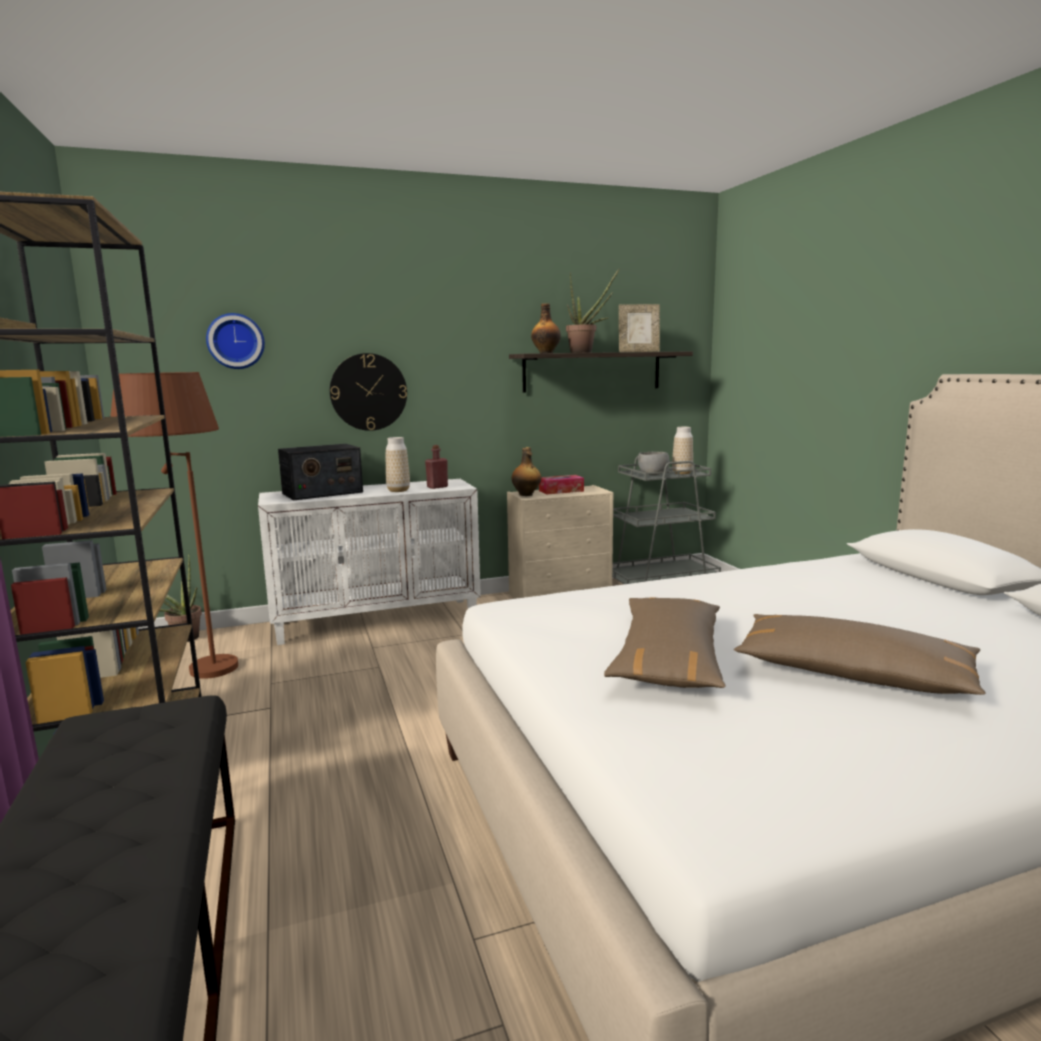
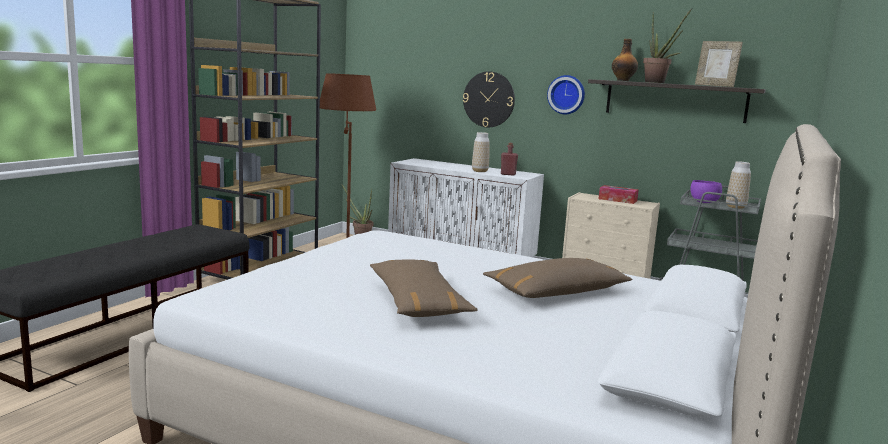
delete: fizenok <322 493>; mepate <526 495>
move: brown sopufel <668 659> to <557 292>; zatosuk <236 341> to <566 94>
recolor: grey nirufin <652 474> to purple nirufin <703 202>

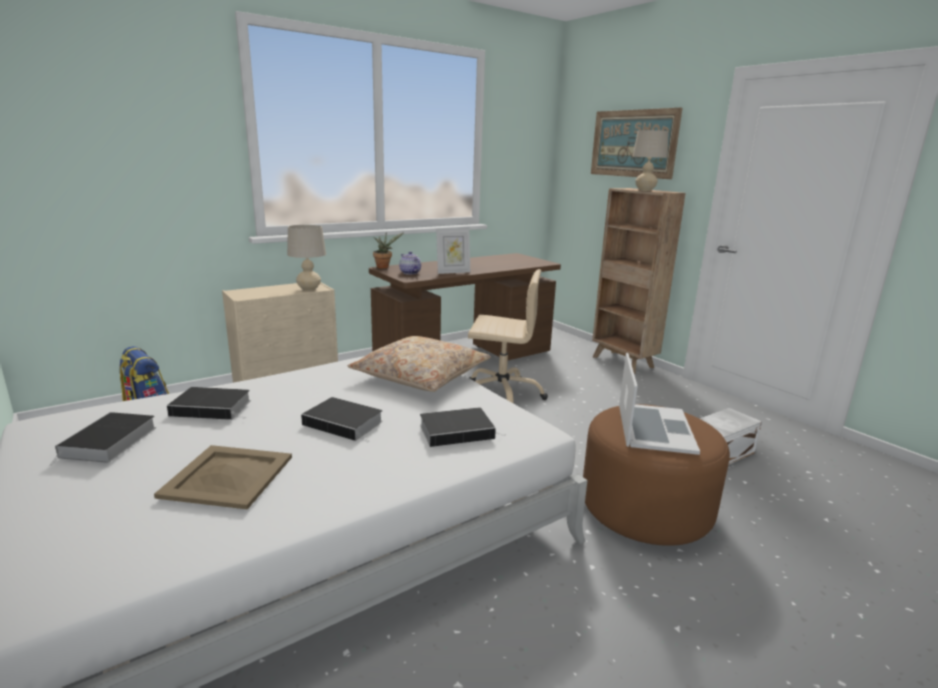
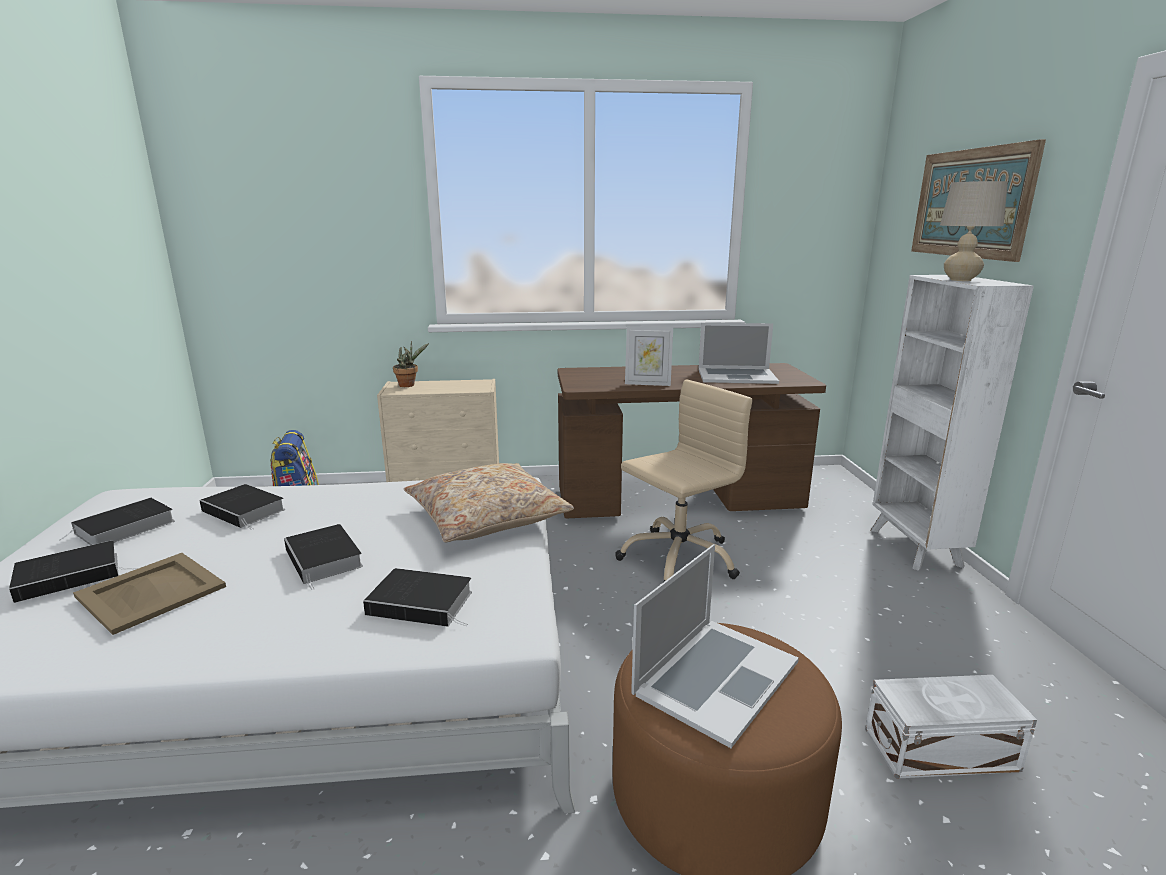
delete: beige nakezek <309 289>; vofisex <409 273>
insert: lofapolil <72 575>; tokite <736 376>
move: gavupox <384 267> to <409 385>
recolor: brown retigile <623 362> to white retigile <915 548>
rotate: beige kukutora <501 394> = <678 558> 75 degrees counterclockwise

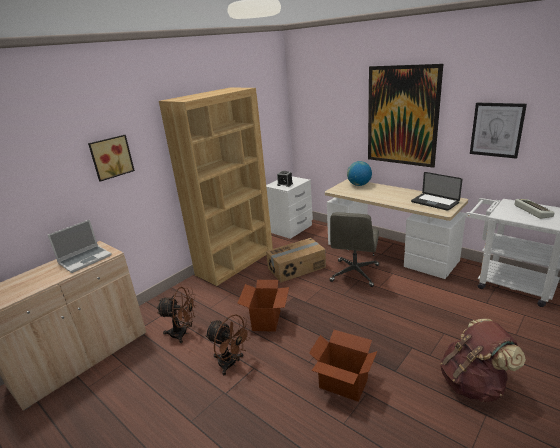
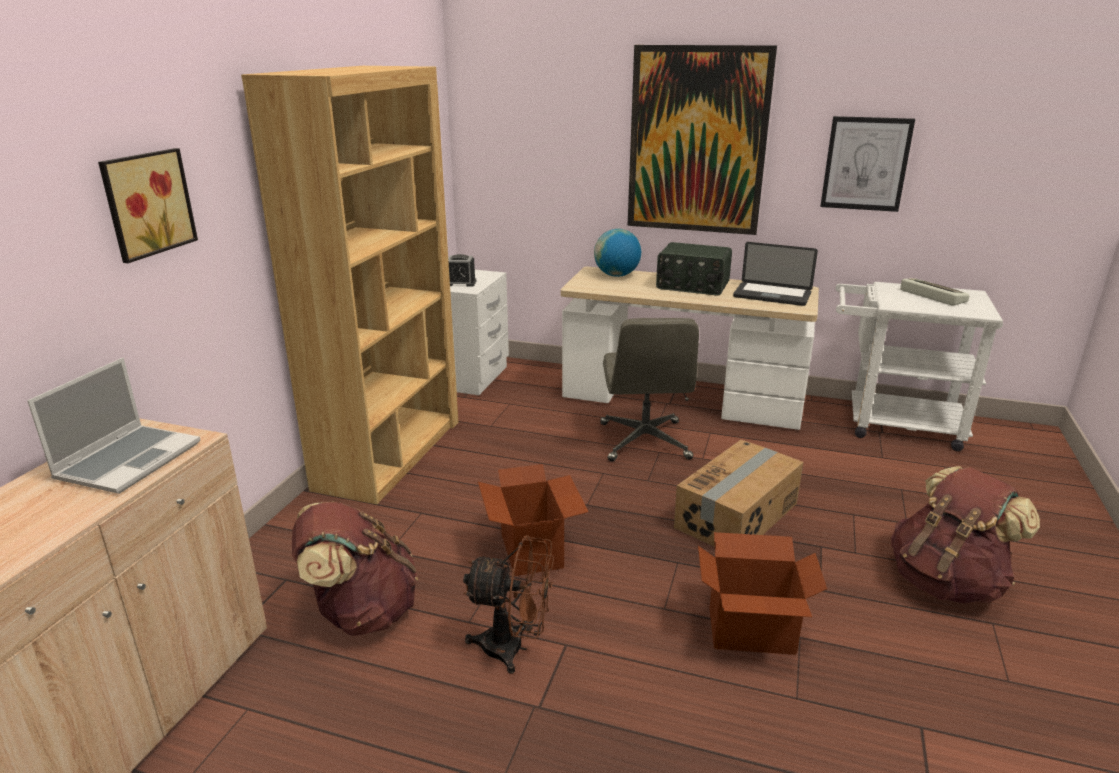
insert: fizenok <692 286>
move: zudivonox <297 268> to <737 515>
replace: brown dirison <183 333> to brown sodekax <361 612>

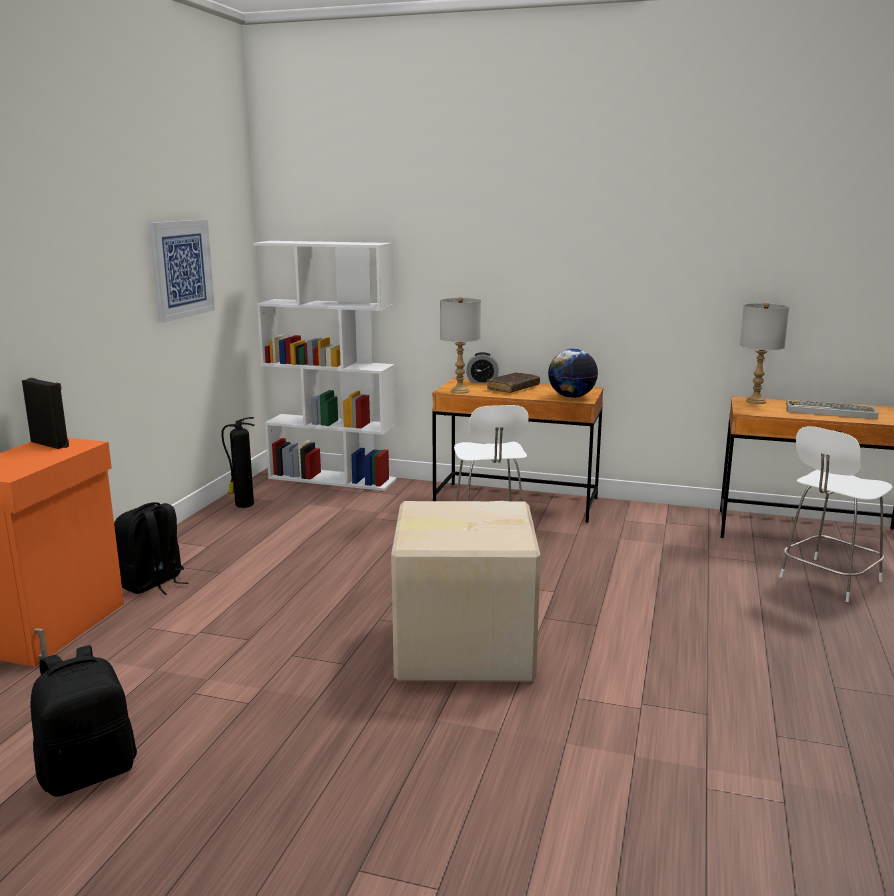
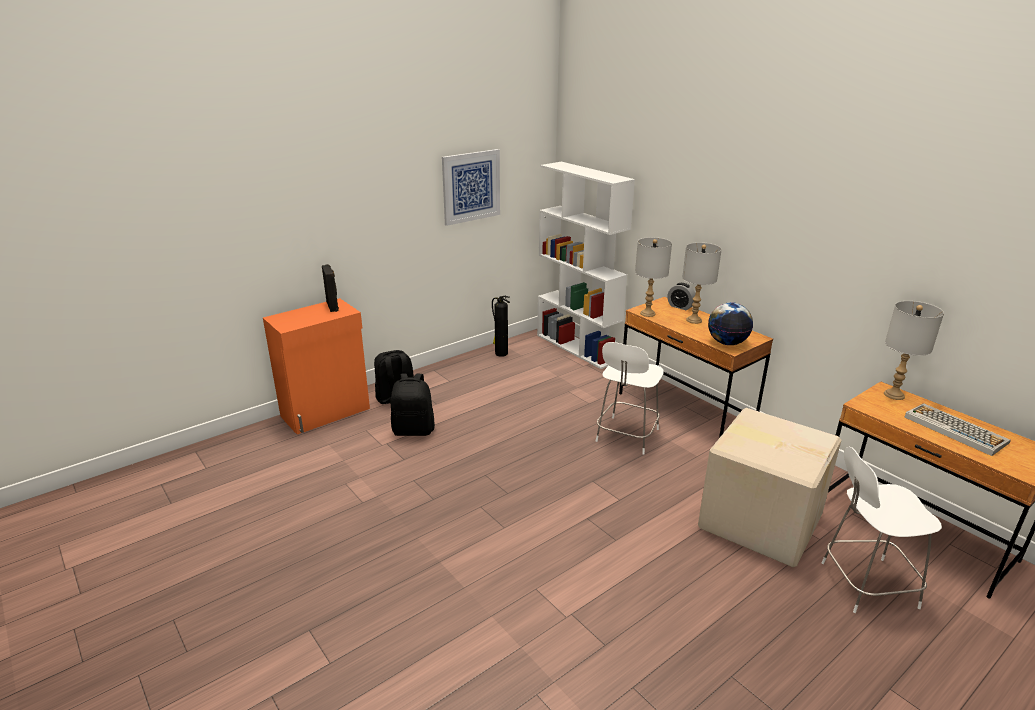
move: black sodekax <89 772> to <414 430>; zudivonox <462 646> to <759 520>
replace: brown lofapolil <513 388> to grey nakezek <694 320>

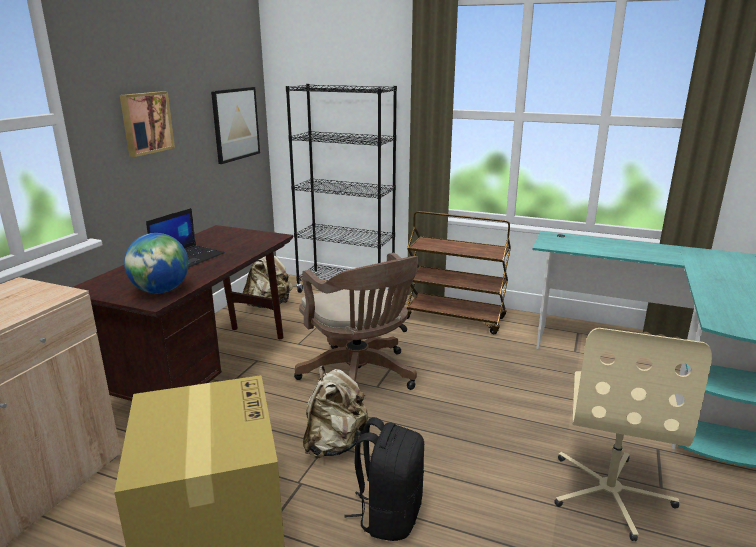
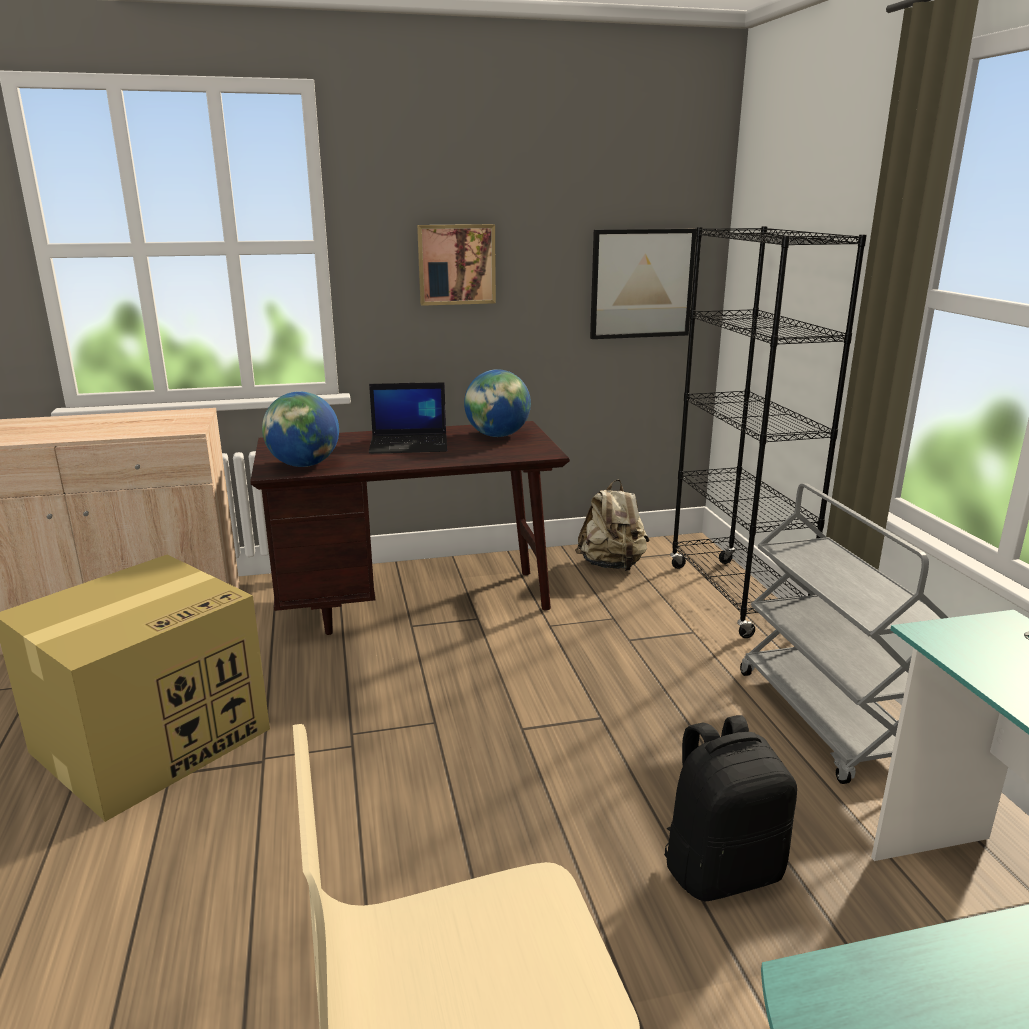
delete: brown kukutora <360 377>; beige sodekax <334 444>
insert: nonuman <497 436>
move: black sodekax <389 515> to <722 869>
recolor: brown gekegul <455 318> to grey gekegul <825 719>

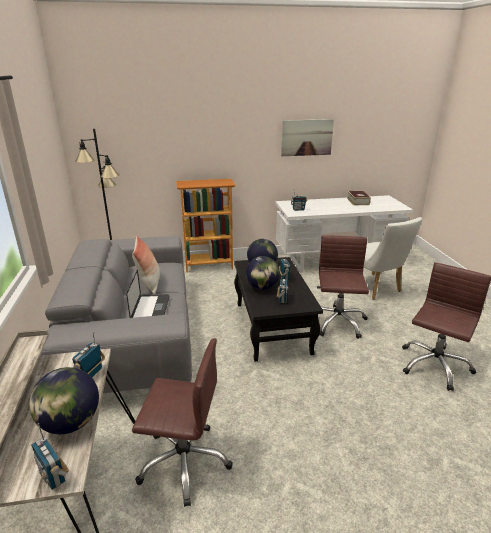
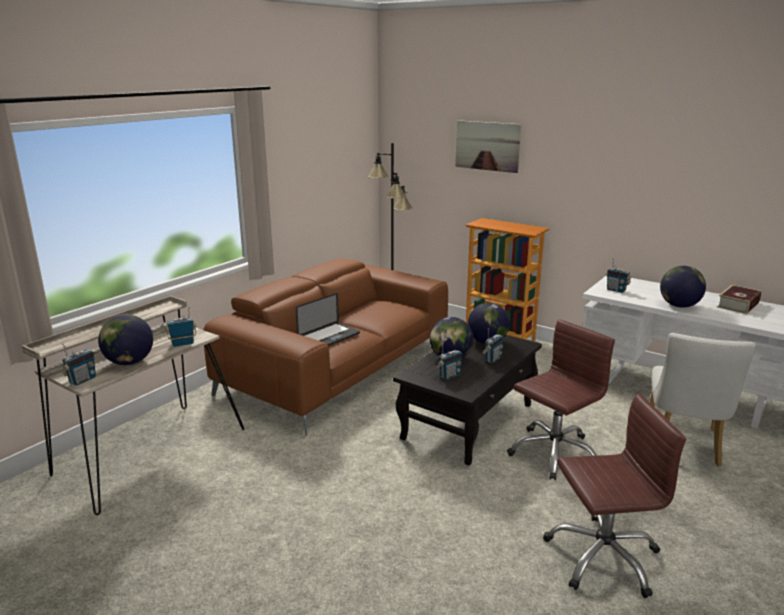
delete: sopufel <149 284>; brown kukutora <184 461>
insert: nonuman <679 306>
move: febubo <307 137> to <487 146>
recolor: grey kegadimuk <134 333> to brown kegadimuk <338 367>
rotate: fizenok <53 476> = <82 380> 150 degrees counterclockwise

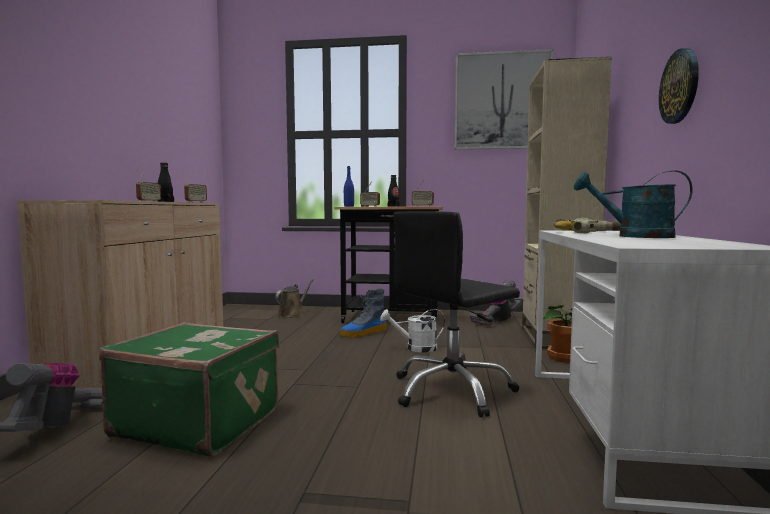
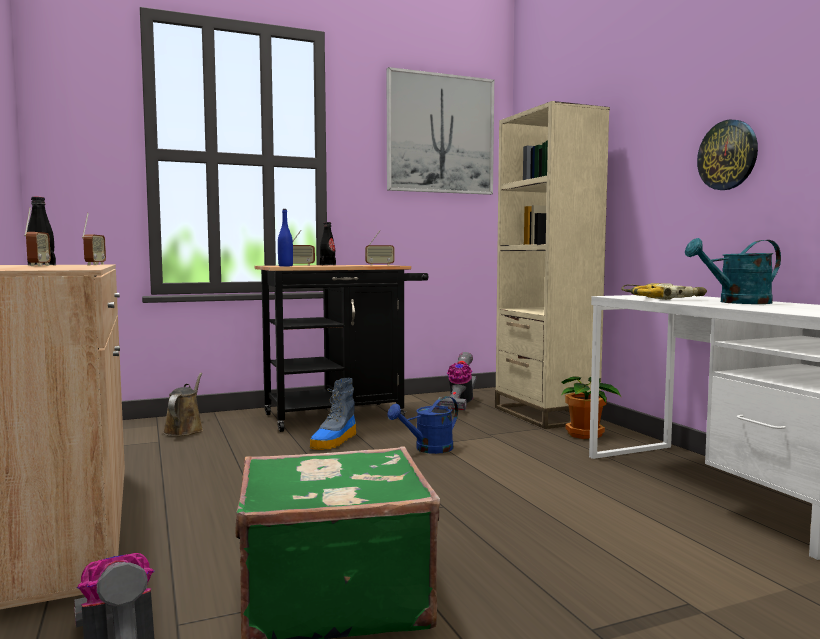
delete: black kukutora <452 391>
recolor: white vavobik <416 348> to blue vavobik <428 449>

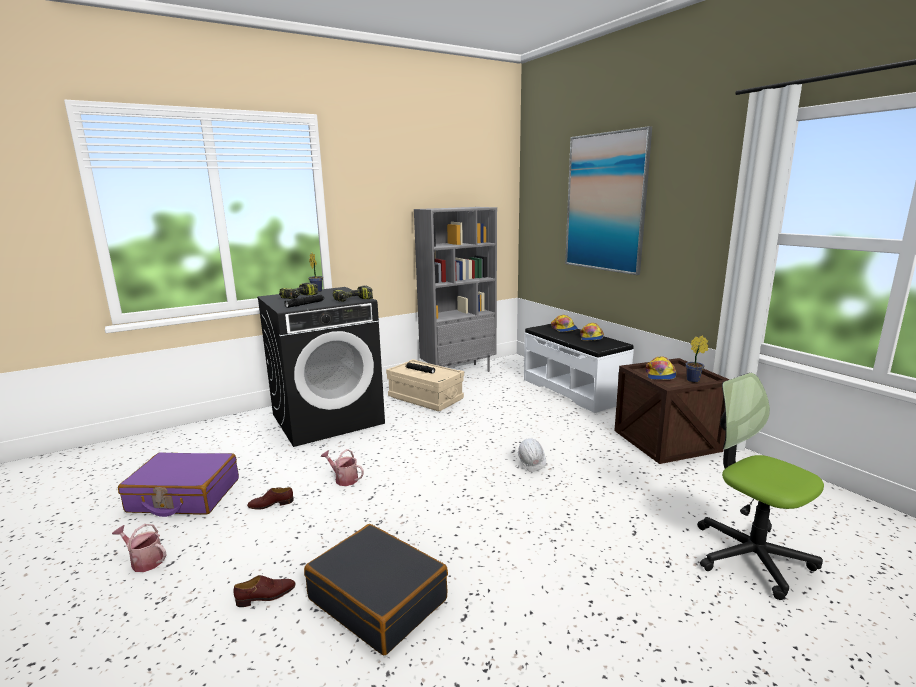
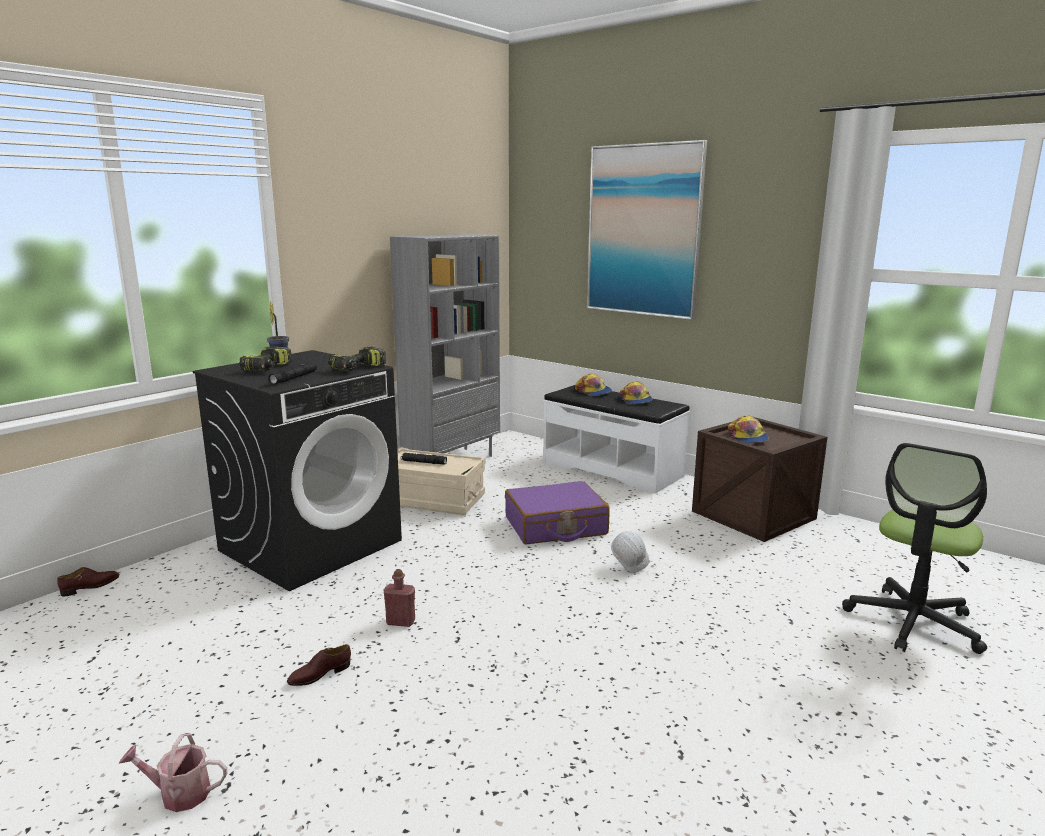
delete: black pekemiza <378 599>; gavupox <694 380>
move: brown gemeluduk <266 596> to <90 586>; purple pekemiza <184 496> to <555 526>
replace: vavobik <344 479> to red mepate <400 622>
rotate: kukutora <751 556> = <913 623> 90 degrees counterclockwise

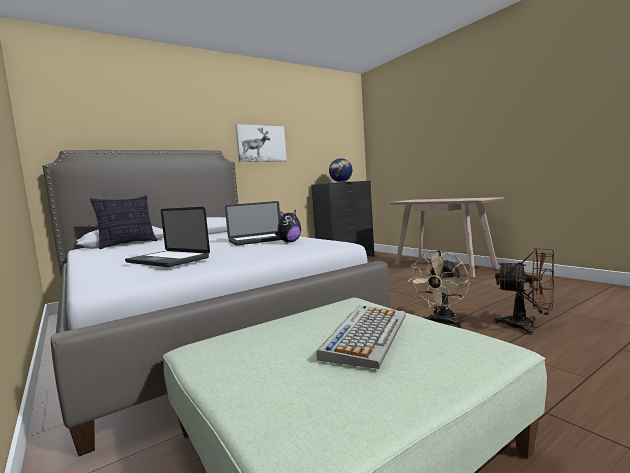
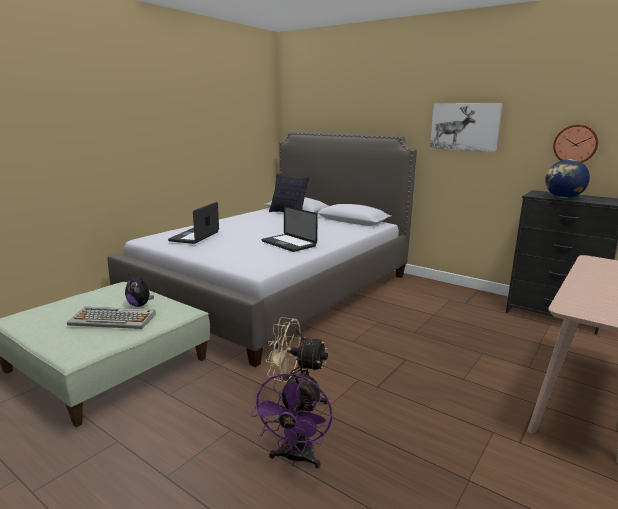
insert: zatosuk <575 144>
move: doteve <289 242> to <140 305>
recolor: brown dirison <528 327> to purple dirison <295 458>

